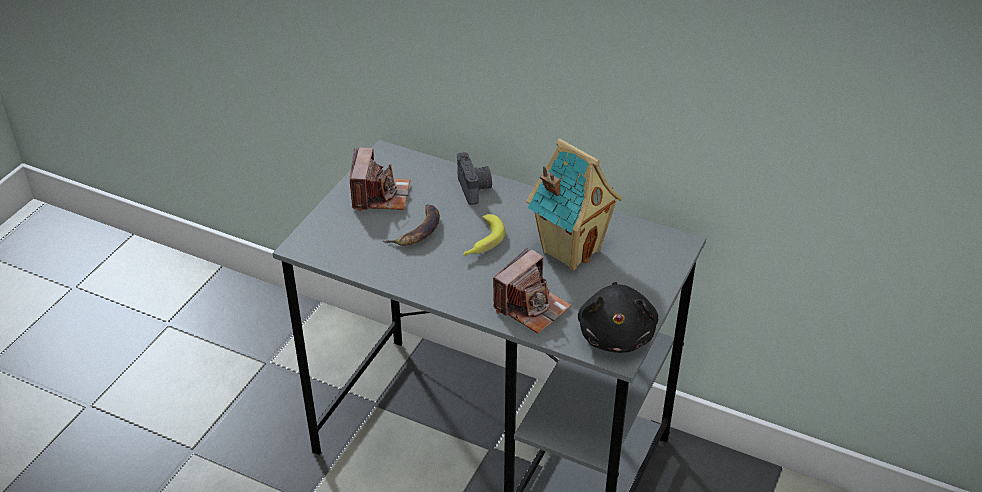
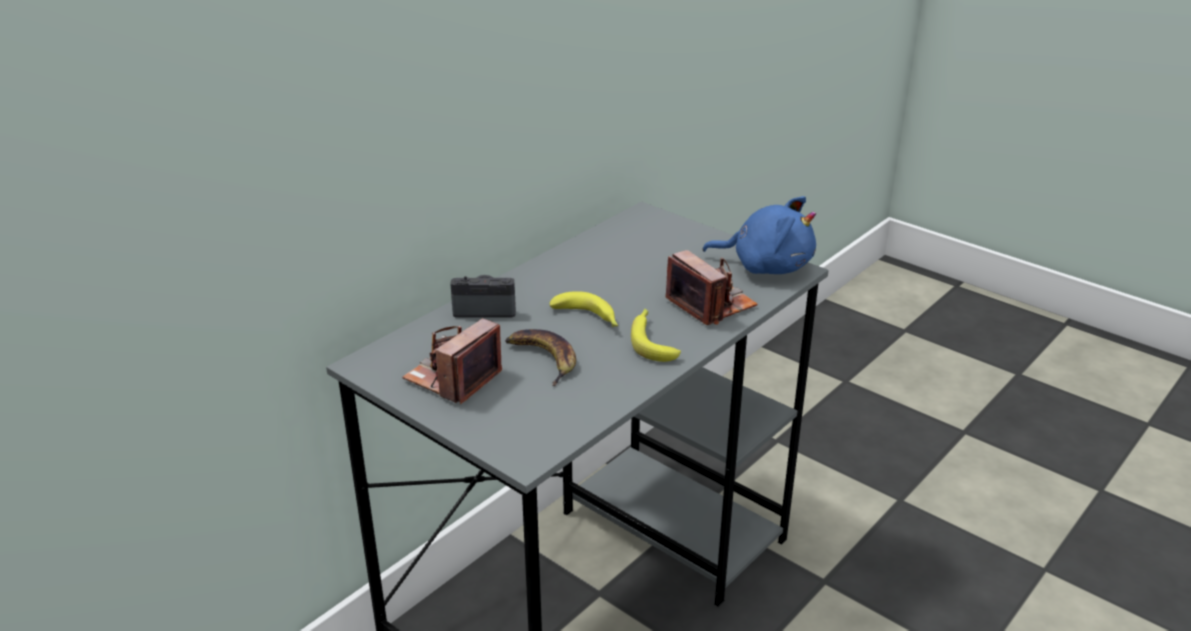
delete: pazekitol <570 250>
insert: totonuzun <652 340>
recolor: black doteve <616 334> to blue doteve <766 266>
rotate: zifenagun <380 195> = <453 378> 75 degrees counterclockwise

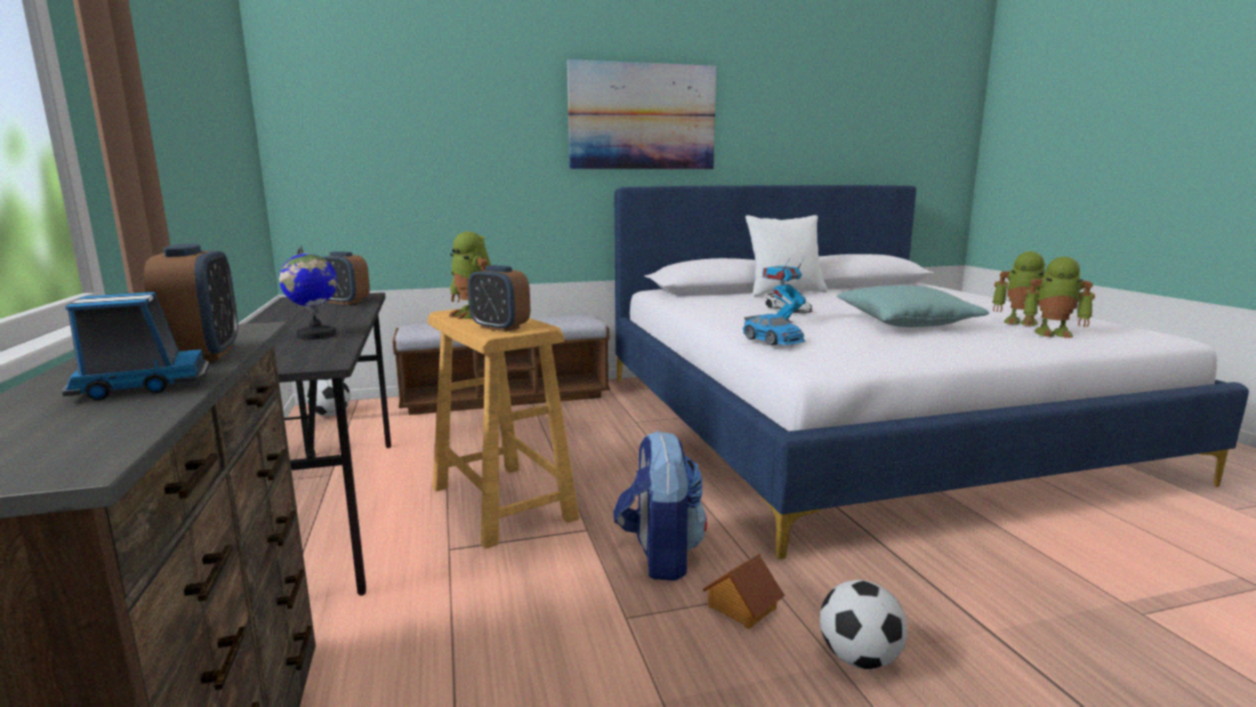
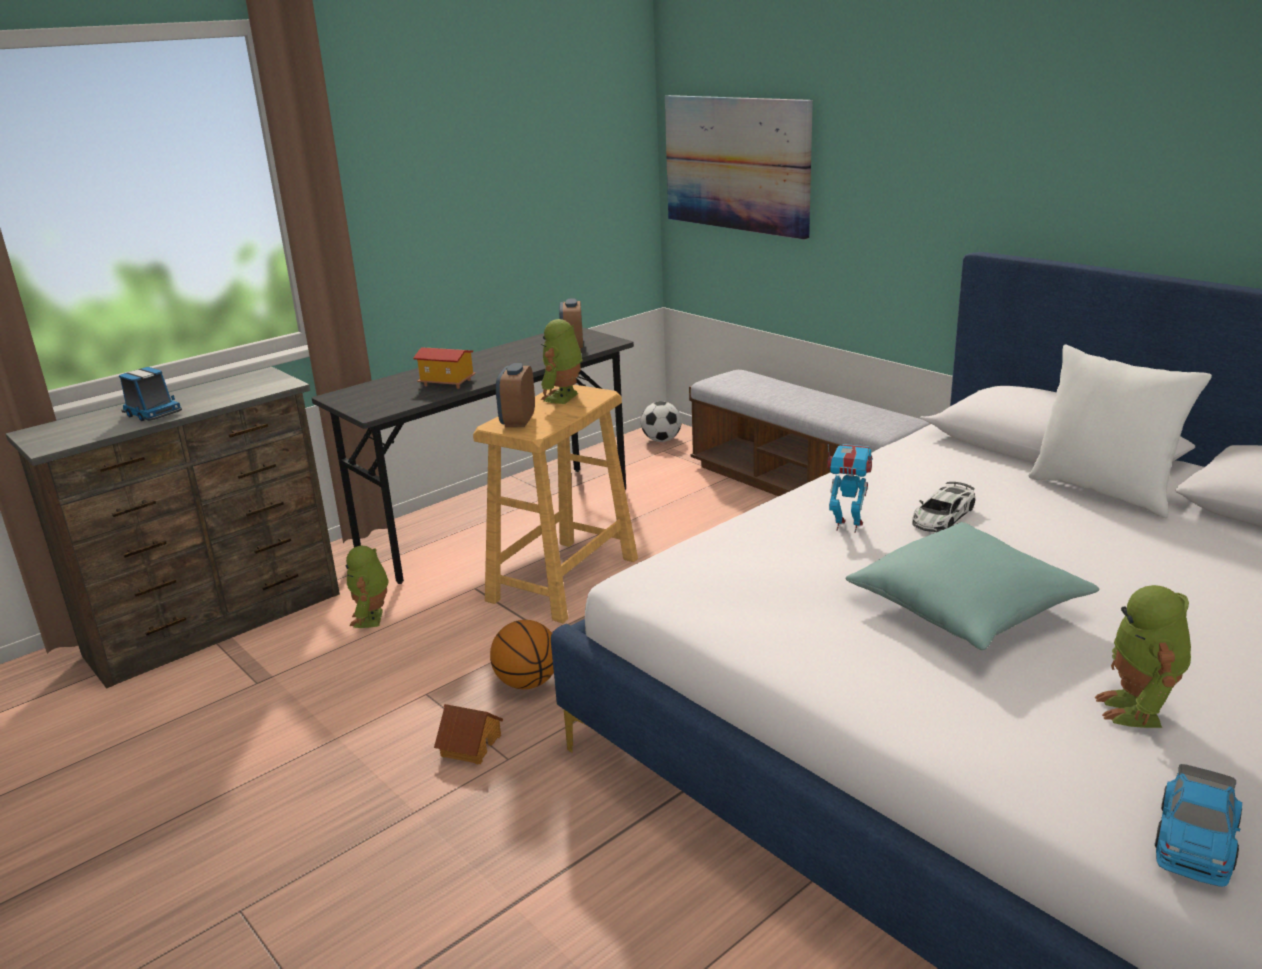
delete: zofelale <204 354>; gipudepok <859 659>
move: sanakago <1053 333> to <372 618>; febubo <642 117> to <737 164>; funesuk <773 340> to <1195 840>
replace: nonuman <316 335> to pazekitol <446 383>; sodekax <659 556> to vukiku <527 682>

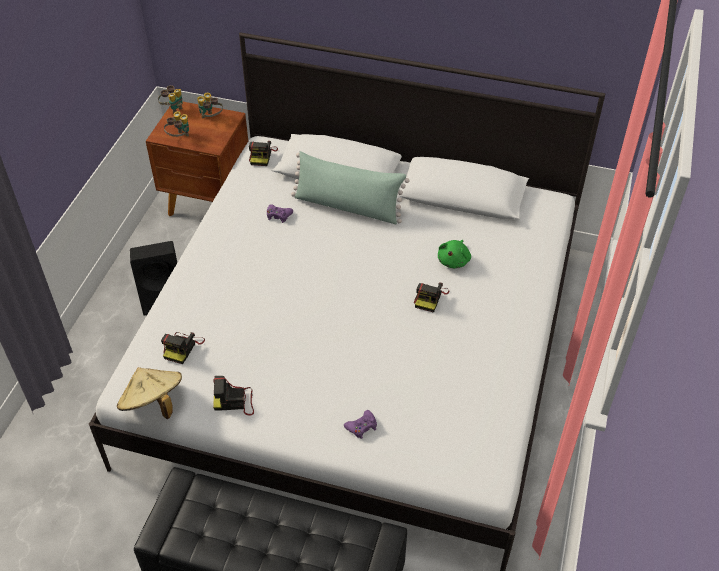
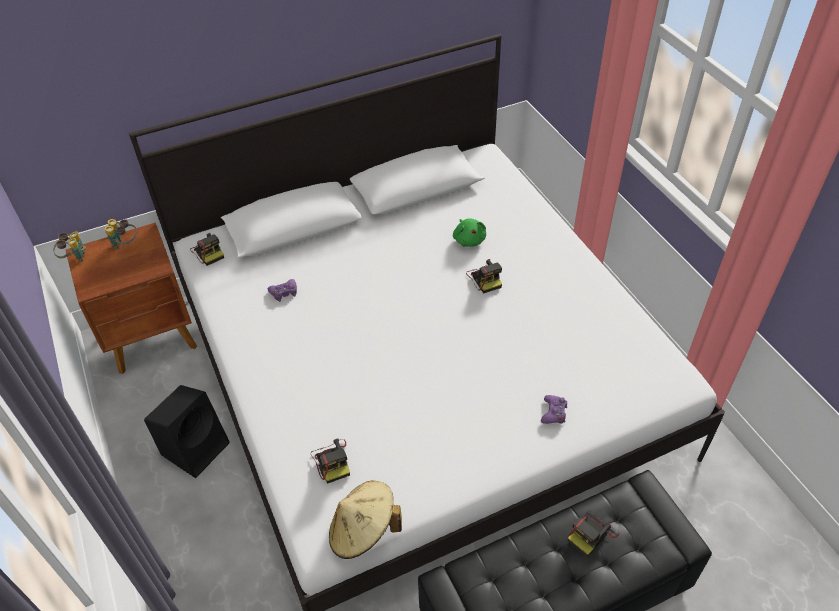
delete: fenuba <179 137>; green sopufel <347 207>
move: zifenagun <235 401> to <591 534>

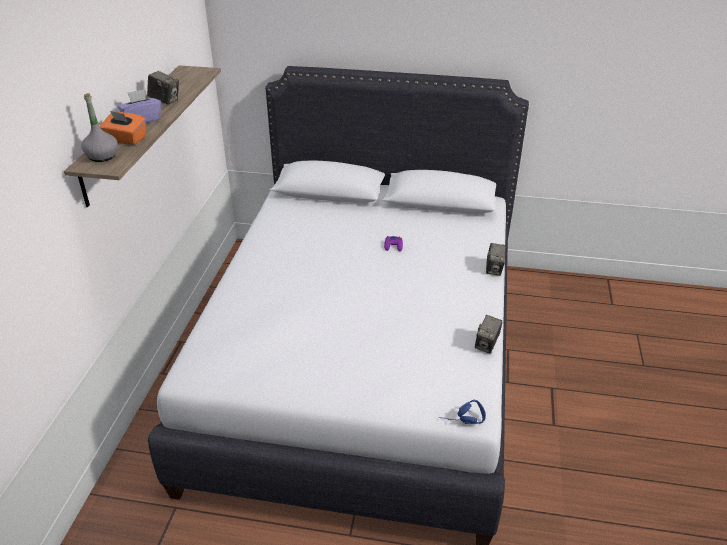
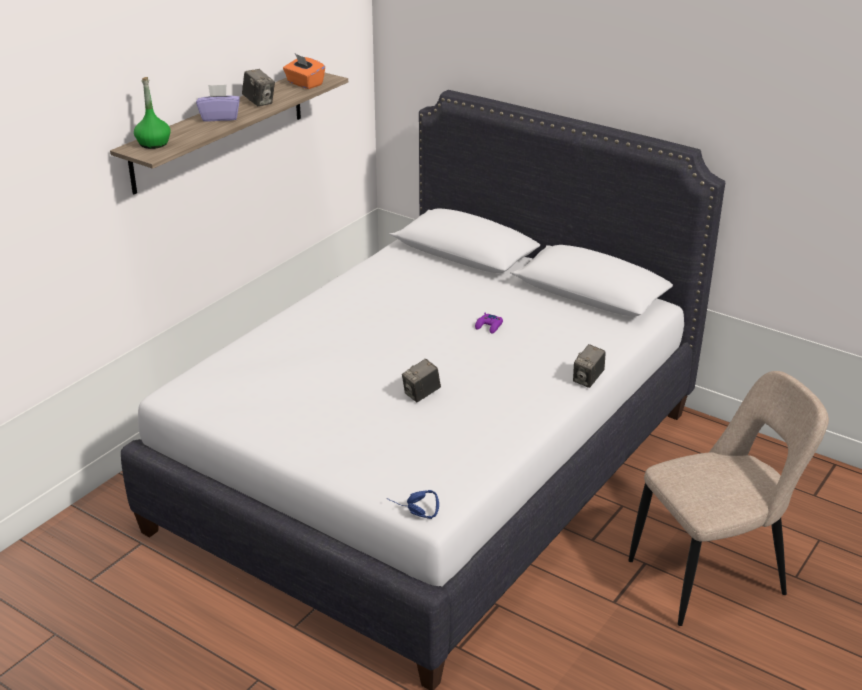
insert: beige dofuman <713 576>
move: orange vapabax <125 139> to <304 84>; zifenagun <486 345> to <421 394>
recolor: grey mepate <102 156> to green mepate <153 144>

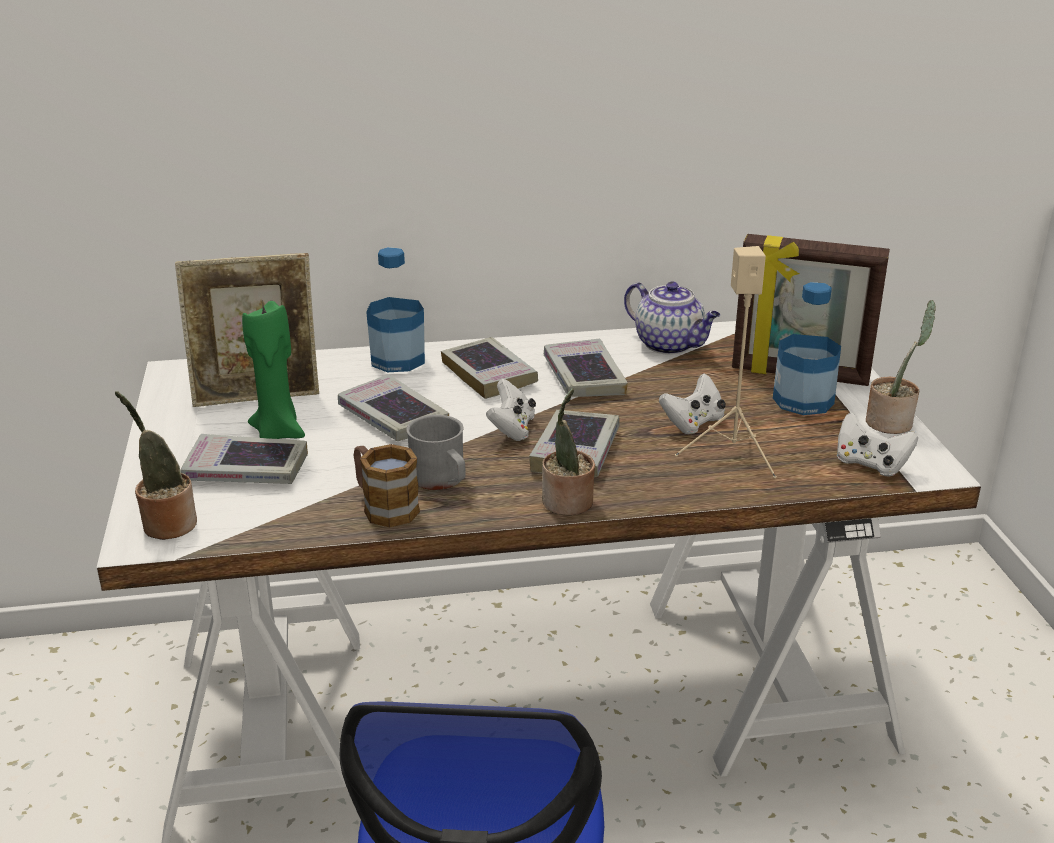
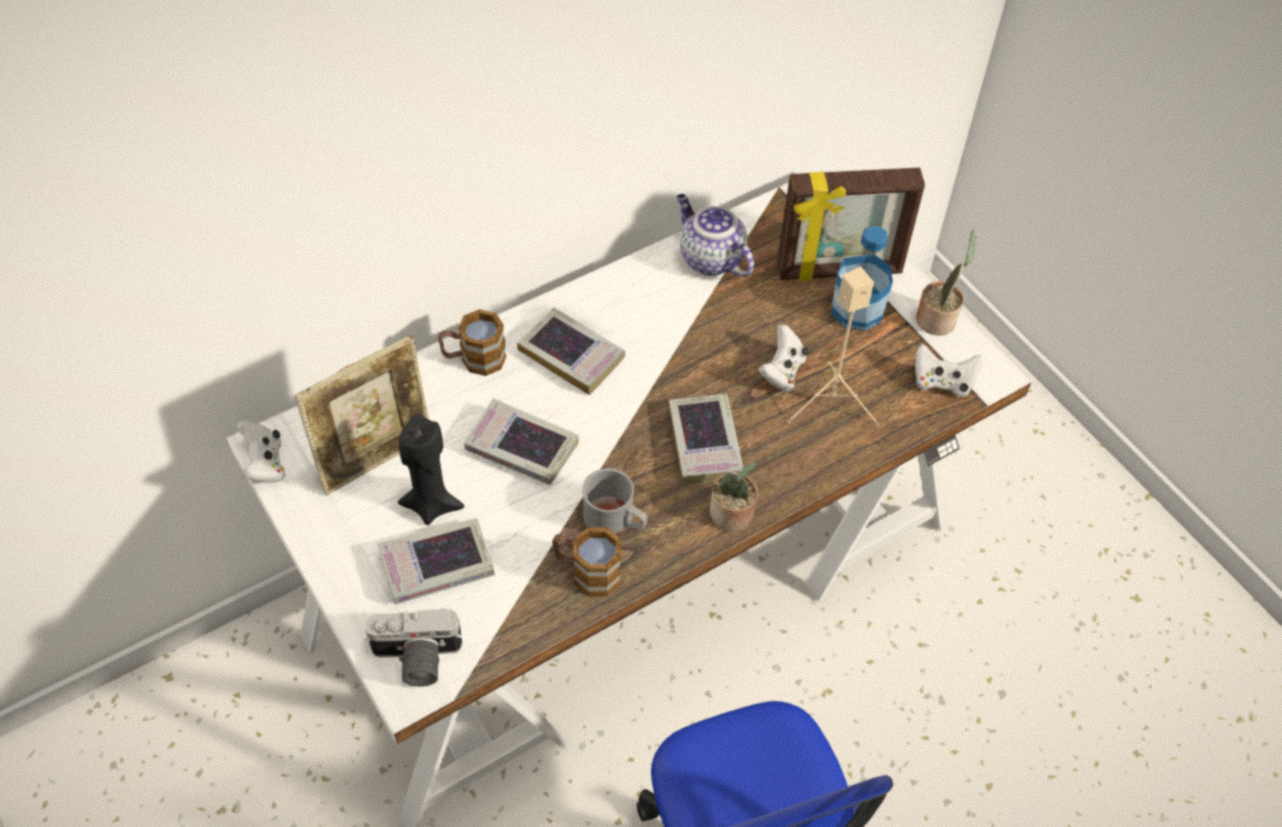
delete: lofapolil <584 377>
move: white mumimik <512 429> to <265 464>
replace: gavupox <166 524> to zifenagun <416 660>; mepate <398 360> to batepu <474 359>
recolor: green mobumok <279 432> to black mobumok <431 504>
rotate: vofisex <670 345> = <710 259> 150 degrees counterclockwise

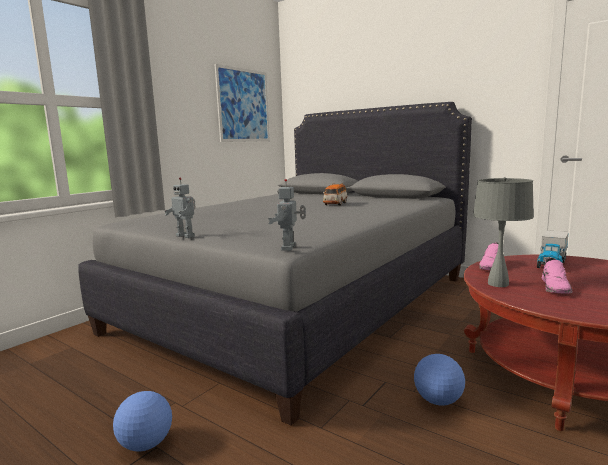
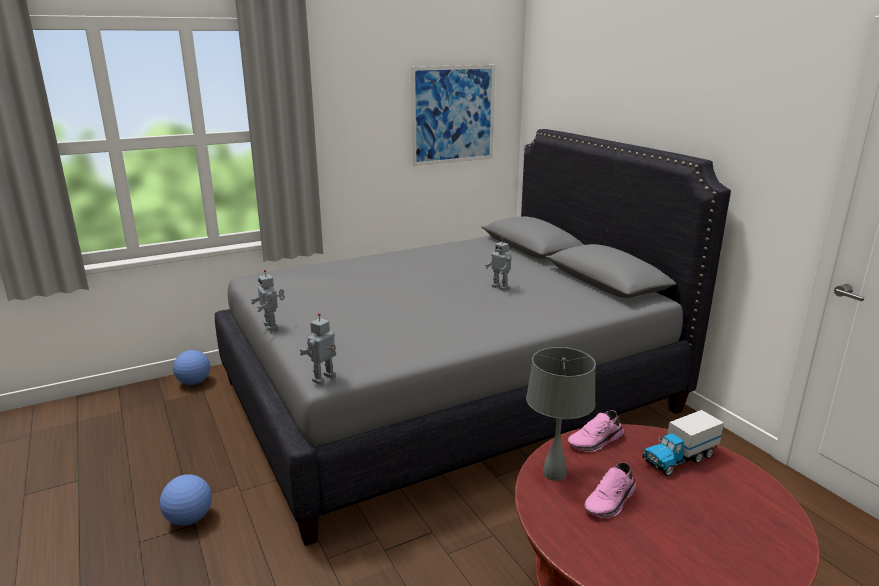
move: gipudepok <438 401> to <194 382>
replace: funesuk <335 204> to sanakago <501 287>

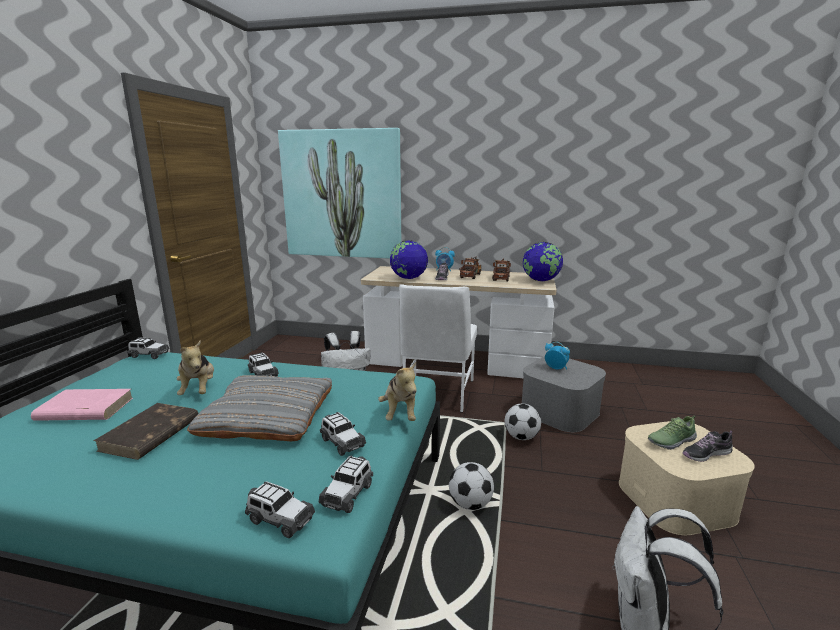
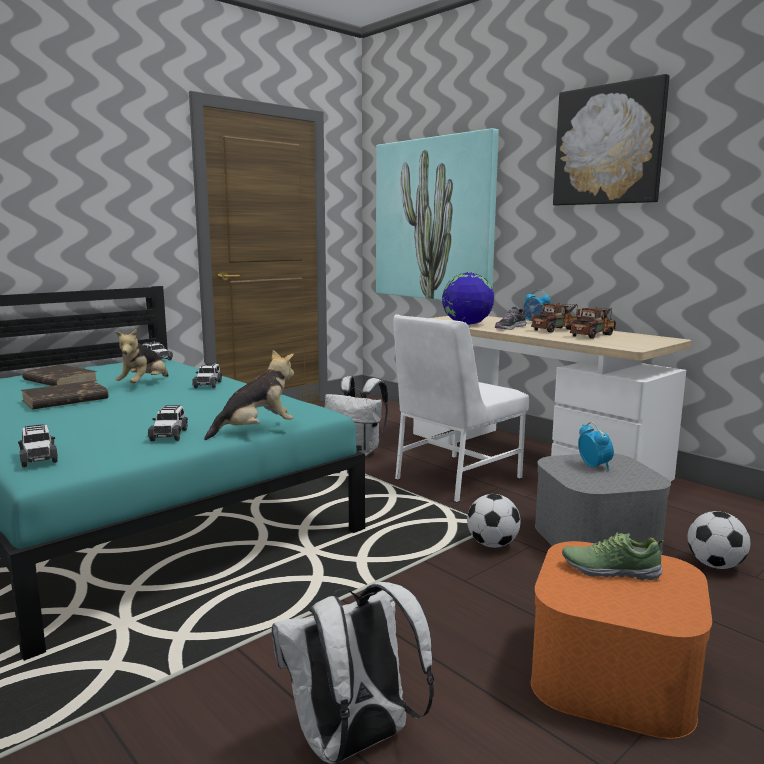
delete: grey sopufel <268 415>; funesuk <348 494>; nonuman <541 281>; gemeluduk <706 454>
insert: febubo <608 145>
move: gipudepok <470 504> to <715 565>
recolor: pink lofapolil <84 409> to brown lofapolil <59 380>; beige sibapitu <676 498> to orange sibapitu <613 674>
rotate: doteve <400 413> = <256 430> 150 degrees counterclockwise

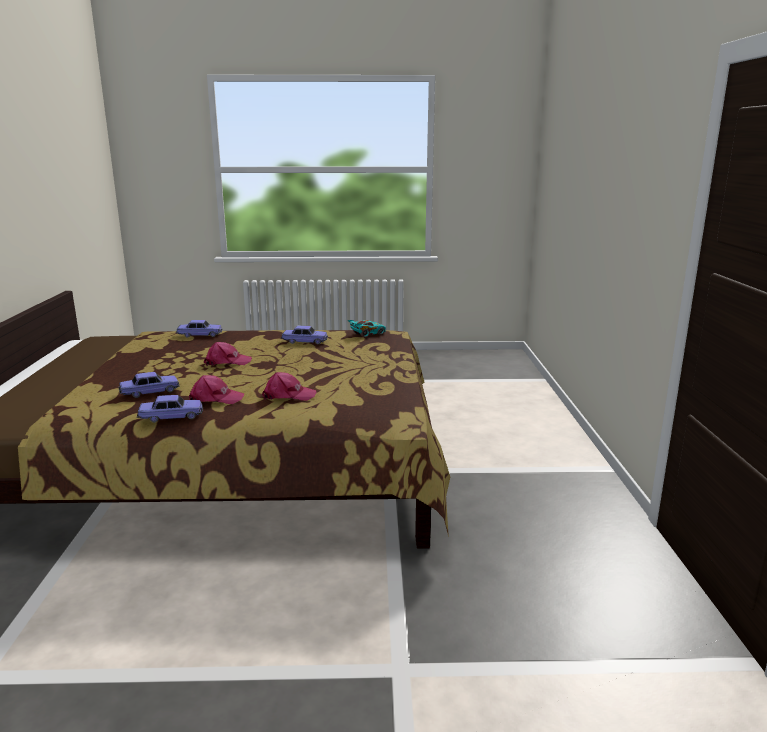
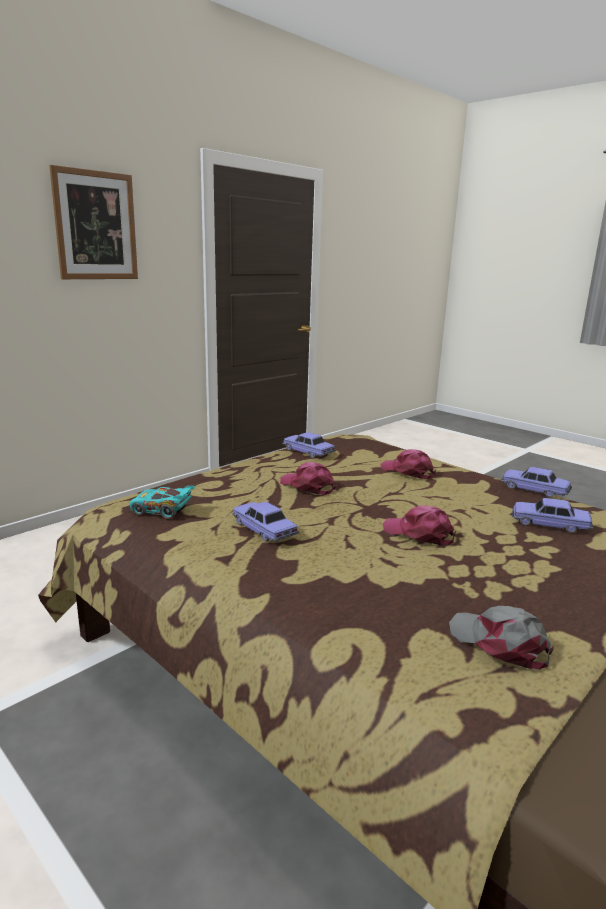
insert: febubo <96 226>; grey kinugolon <500 643>
move: pink kinugolon <215 398> to <307 486>; funesuk <200 335> to <308 452>

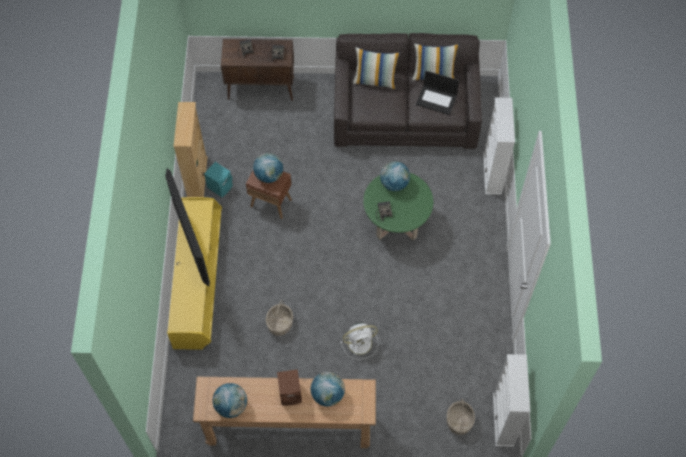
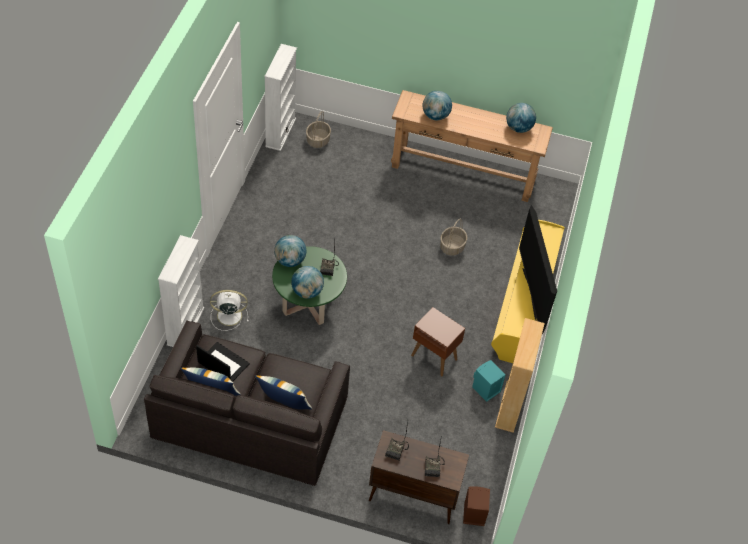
move: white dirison <361 343> to <228 315>; nonuman <269 175> to <290 260>; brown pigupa <291 393> to <473 513>

